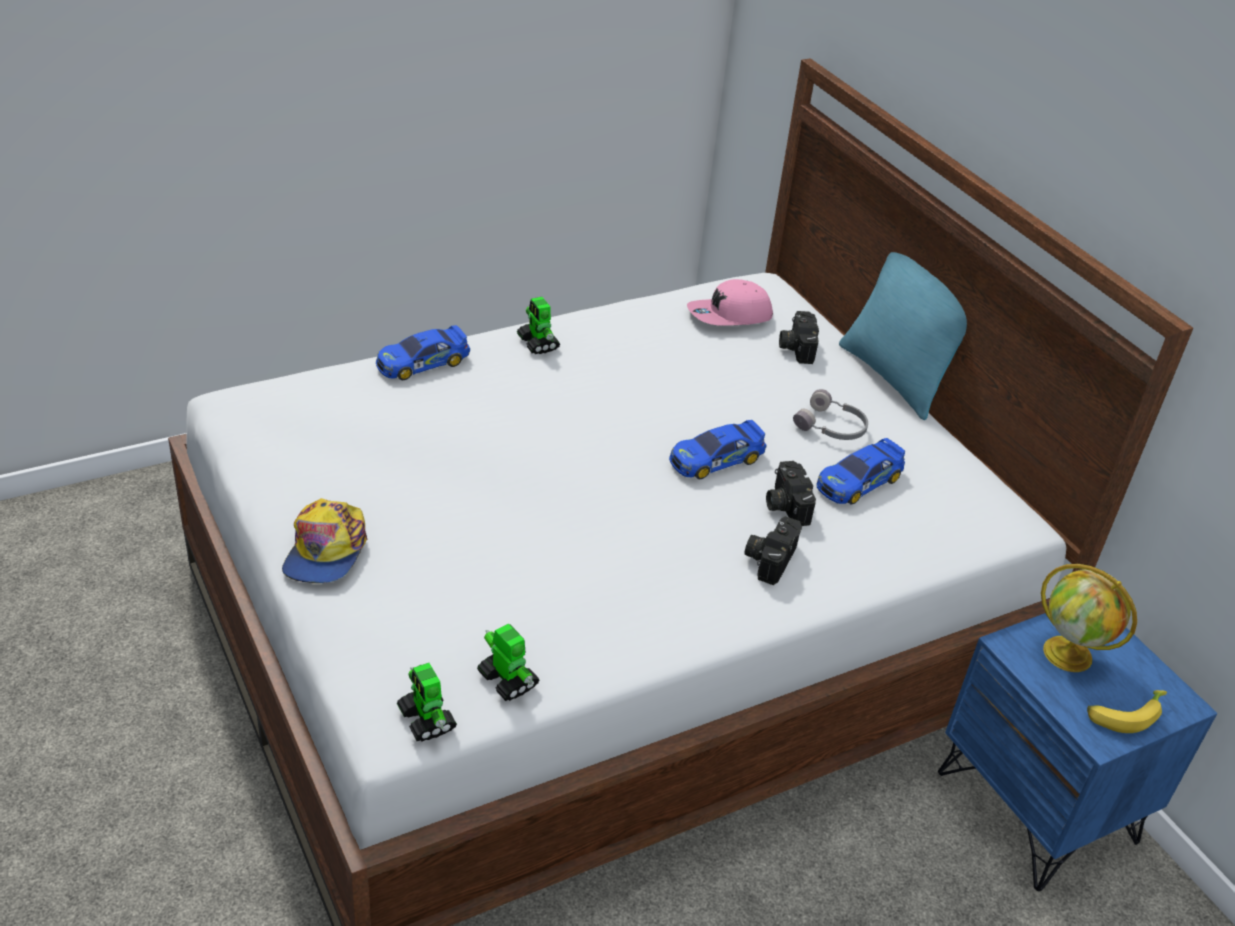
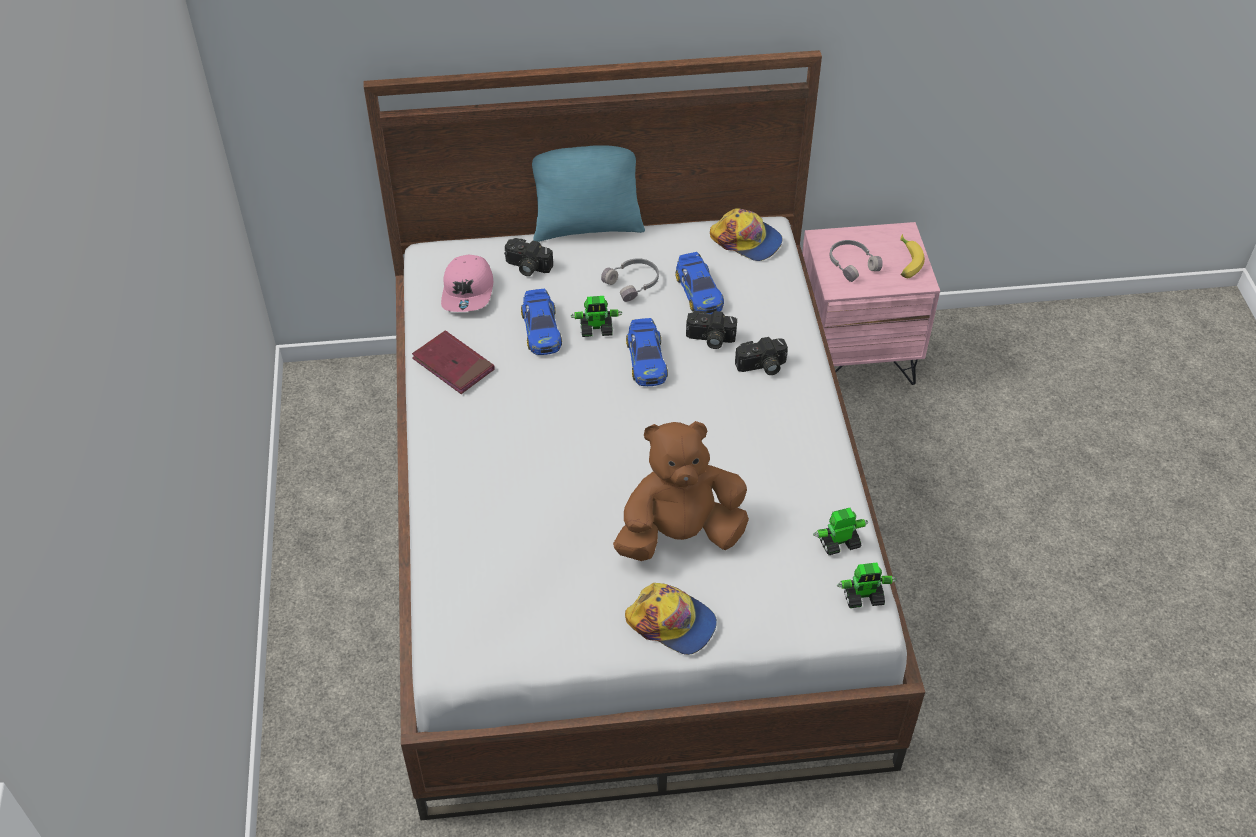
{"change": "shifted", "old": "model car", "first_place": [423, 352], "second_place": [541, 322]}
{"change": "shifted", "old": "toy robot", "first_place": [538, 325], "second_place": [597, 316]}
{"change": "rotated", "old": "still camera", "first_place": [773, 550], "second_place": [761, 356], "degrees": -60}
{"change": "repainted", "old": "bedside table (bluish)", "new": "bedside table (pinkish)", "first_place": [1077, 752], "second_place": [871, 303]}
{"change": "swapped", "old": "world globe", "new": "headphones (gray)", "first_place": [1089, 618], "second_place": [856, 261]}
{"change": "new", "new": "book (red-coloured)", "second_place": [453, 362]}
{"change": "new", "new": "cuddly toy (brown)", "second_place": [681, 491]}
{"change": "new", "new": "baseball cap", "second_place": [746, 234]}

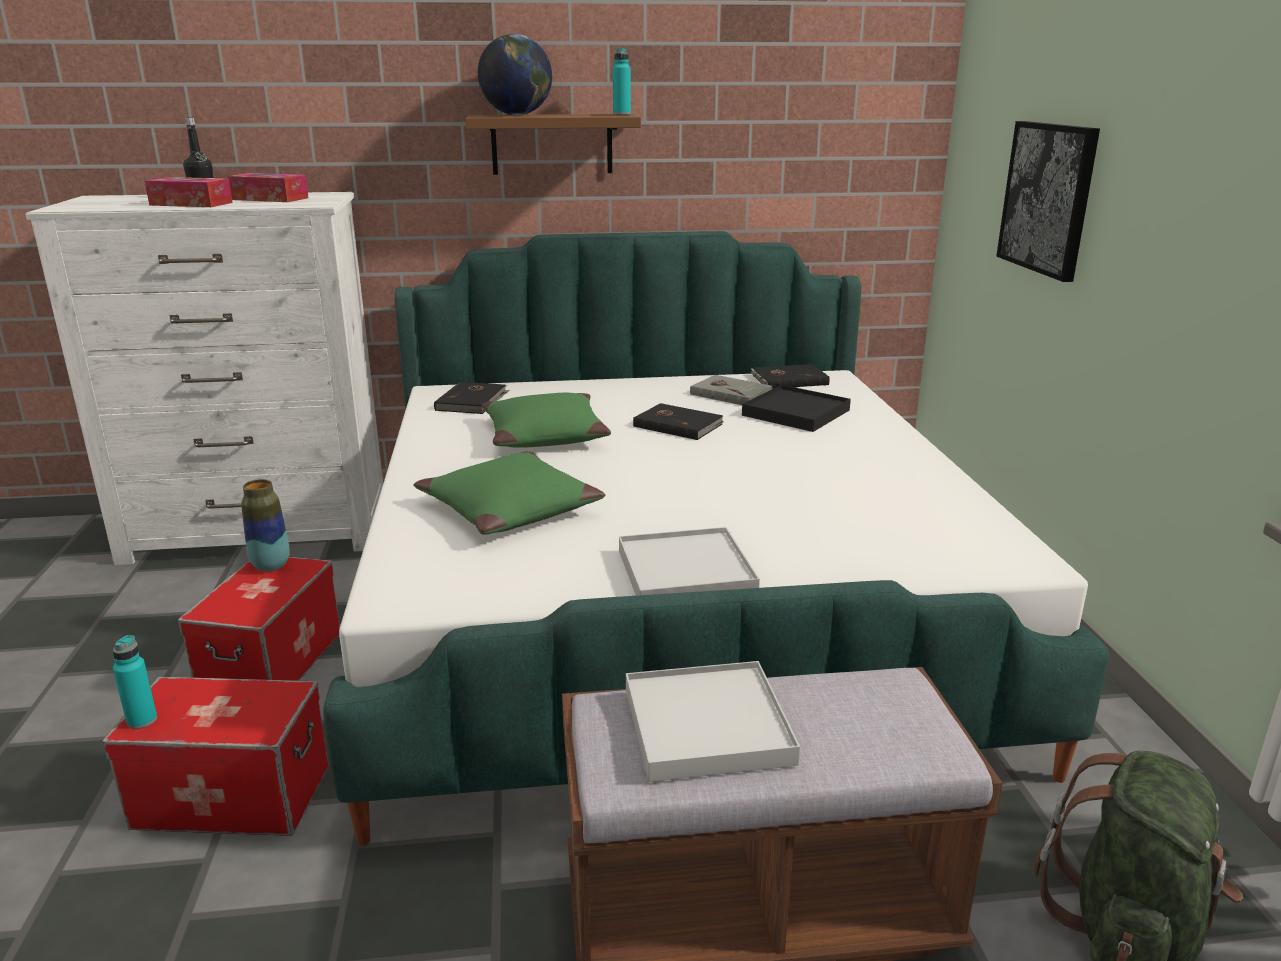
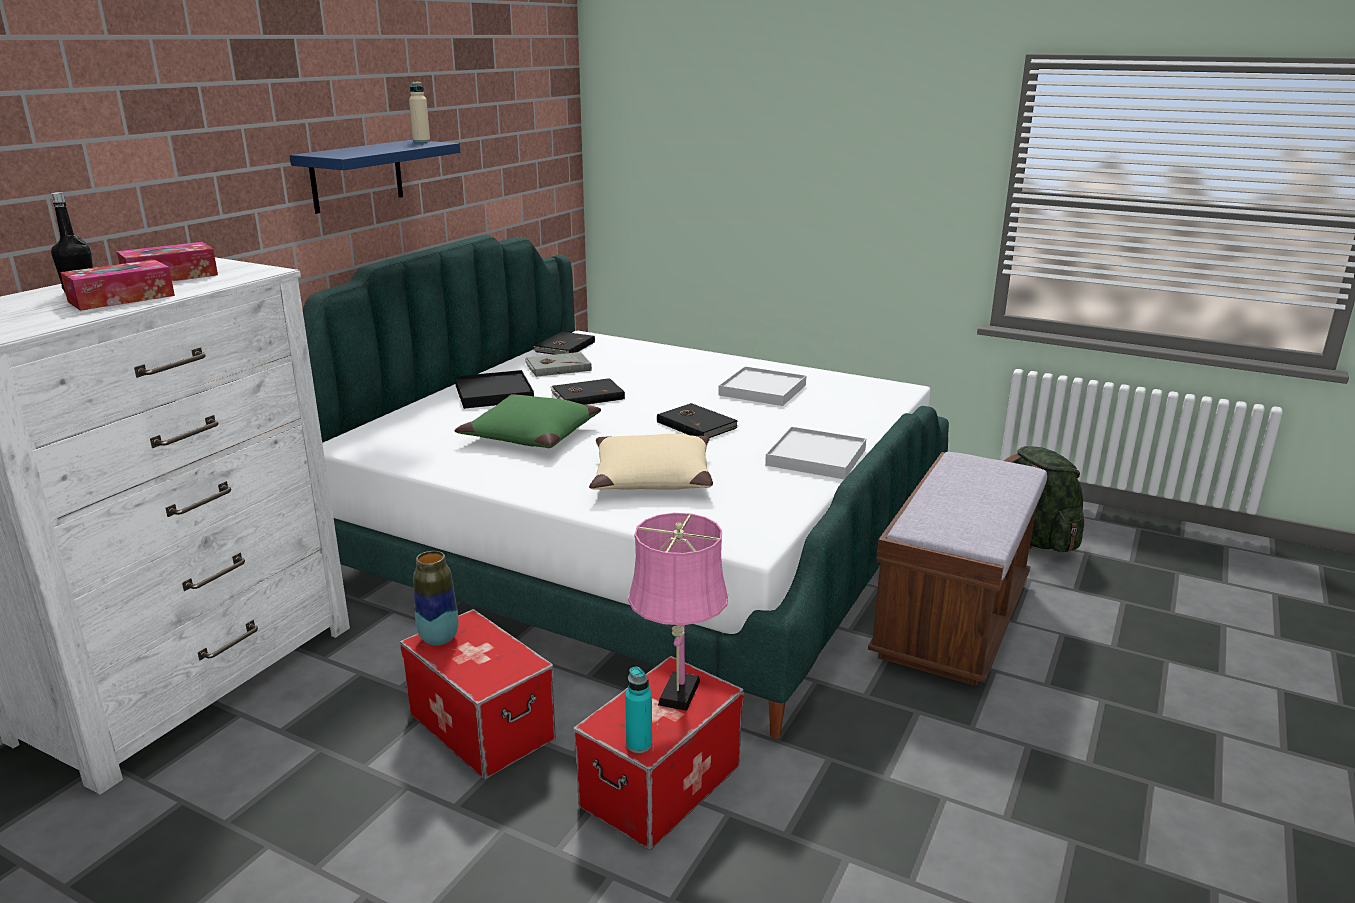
{"change": "repainted", "old": "pillow (green-coloured)", "new": "pillow (beige-coloured)", "first_place": [509, 493], "second_place": [651, 462]}
{"change": "shifted", "old": "book (black-coloured)", "first_place": [472, 398], "second_place": [697, 420]}
{"change": "repainted", "old": "bracket shelf (brown)", "new": "bracket shelf (bluish)", "first_place": [553, 144], "second_place": [375, 177]}
{"change": "gone", "old": "world globe", "first_place": [515, 75]}
{"change": "repainted", "old": "drink bottle (blue-green)", "new": "drink bottle (beige-coloured)", "first_place": [622, 81], "second_place": [419, 112]}
{"change": "shifted", "old": "carrying tray (white)", "first_place": [713, 721], "second_place": [762, 386]}
{"change": "shifted", "old": "carrying tray (black-coloured)", "first_place": [796, 408], "second_place": [494, 389]}
{"change": "gone", "old": "wall picture", "first_place": [1048, 201]}
{"change": "new", "new": "tabletop lamp (pinkish)", "second_place": [678, 612]}

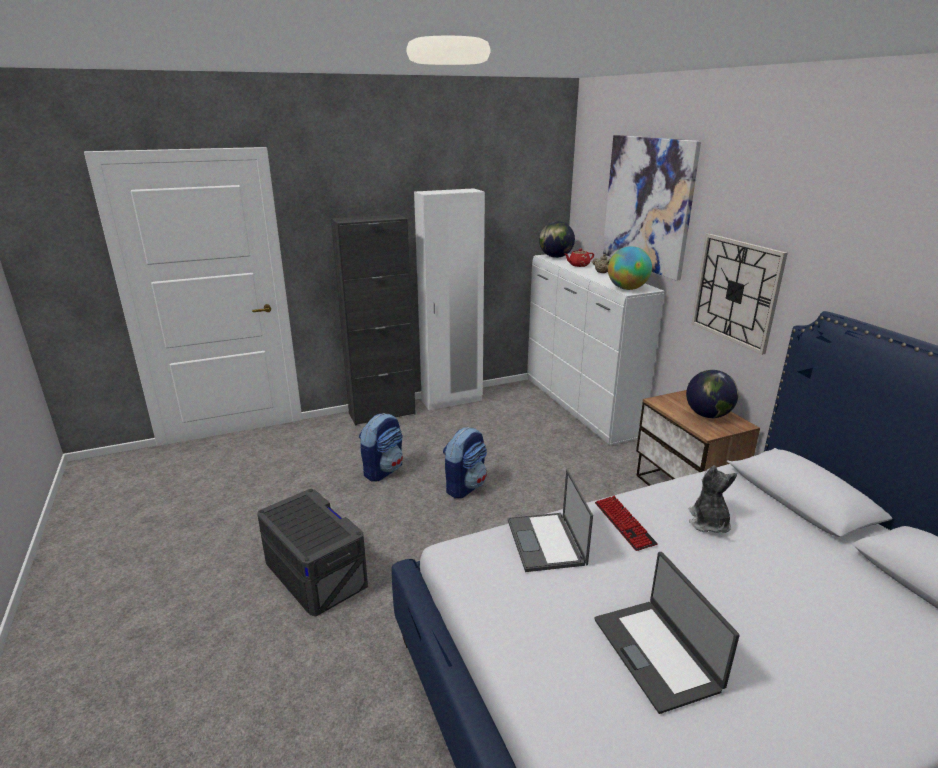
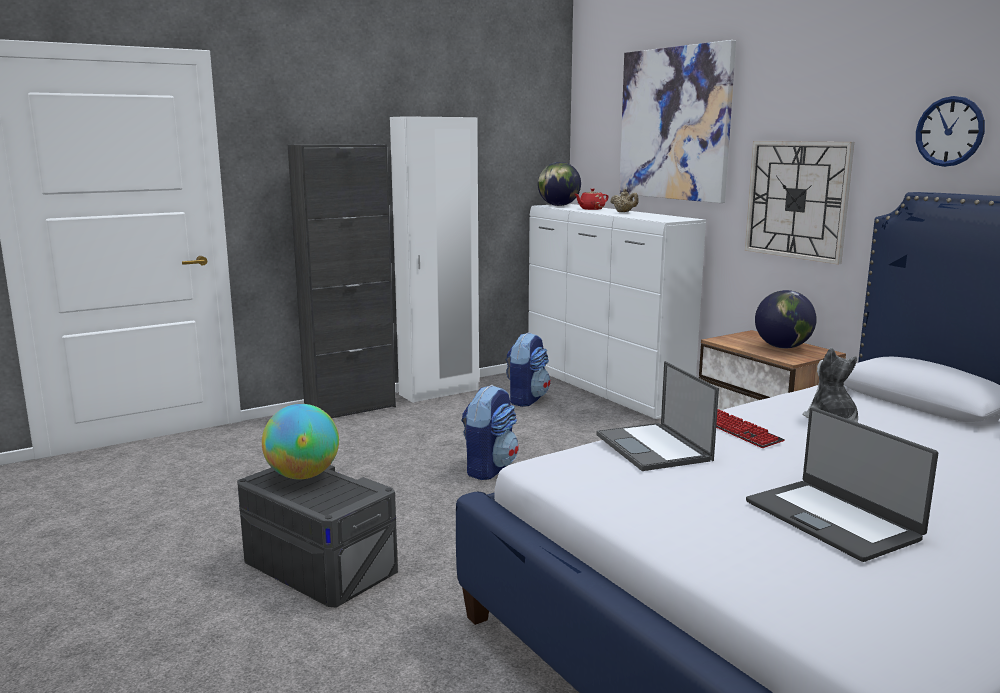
{"change": "shifted", "old": "backpack", "first_place": [381, 447], "second_place": [528, 369]}
{"change": "shifted", "old": "world globe", "first_place": [630, 268], "second_place": [300, 441]}
{"change": "new", "new": "hanging clock", "second_place": [950, 131]}

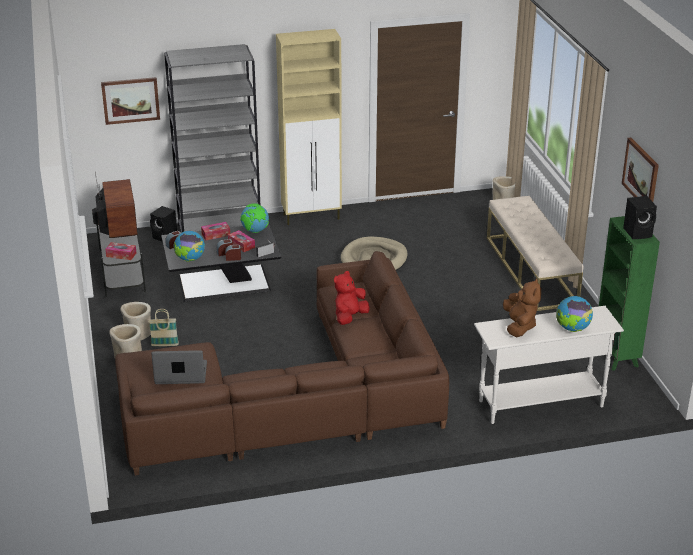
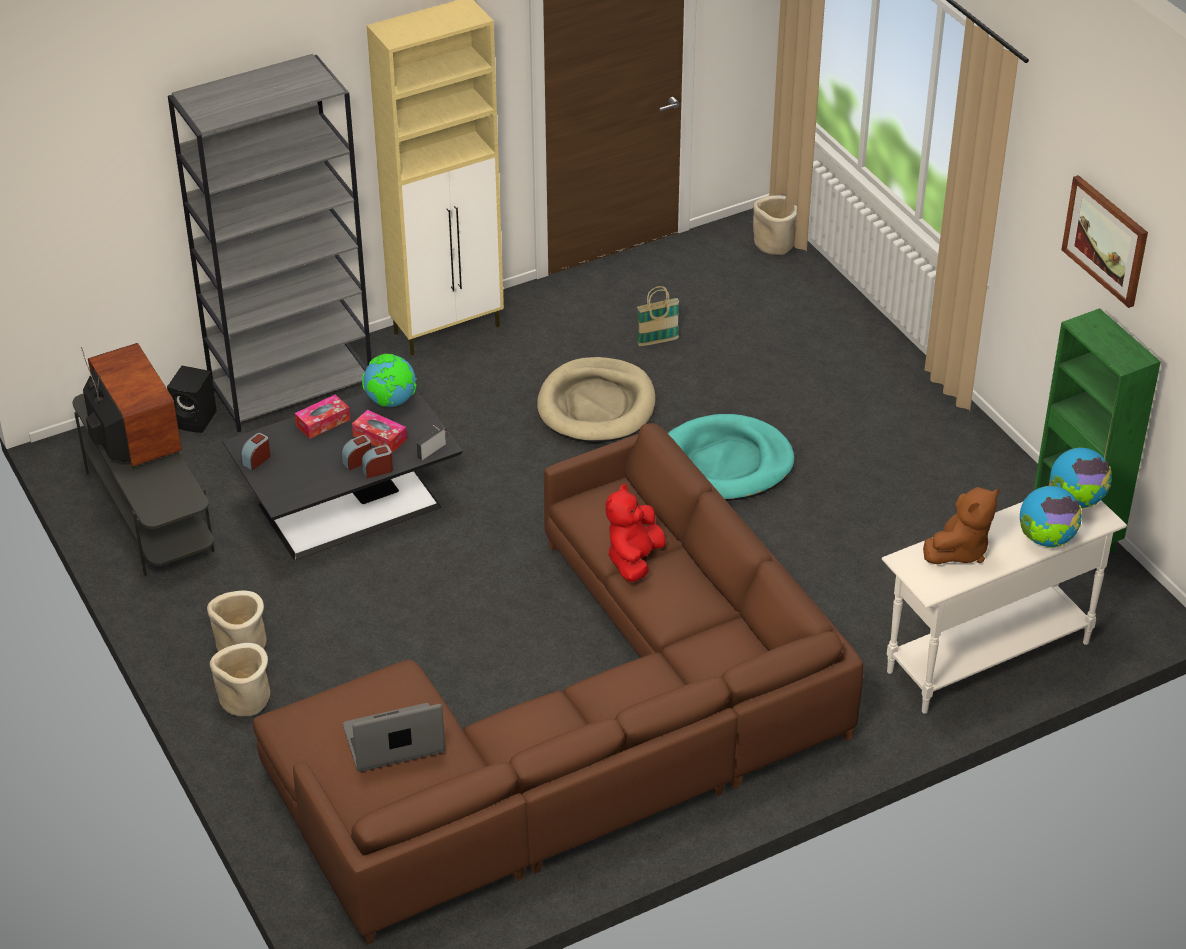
{"change": "gone", "old": "wall picture", "first_place": [130, 101]}
{"change": "gone", "old": "box of tissues", "first_place": [120, 251]}
{"change": "shifted", "old": "basket", "first_place": [164, 327], "second_place": [658, 316]}
{"change": "shifted", "old": "world globe", "first_place": [189, 246], "second_place": [1080, 478]}
{"change": "gone", "old": "indoor bench (beige-coloured)", "first_place": [535, 253]}
{"change": "rotated", "old": "cuddly toy (brown)", "first_place": [522, 307], "second_place": [961, 526], "degrees": 60}
{"change": "gone", "old": "audio speaker (black-coloured)", "first_place": [640, 217]}
{"change": "new", "new": "dog bed (blue-green)", "second_place": [731, 457]}

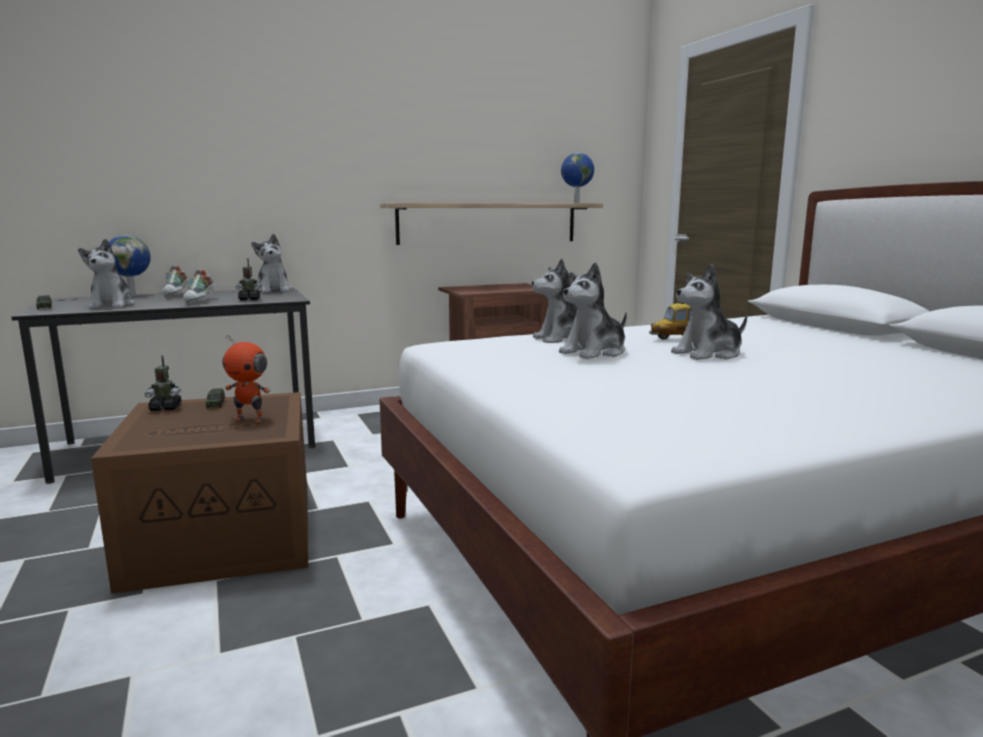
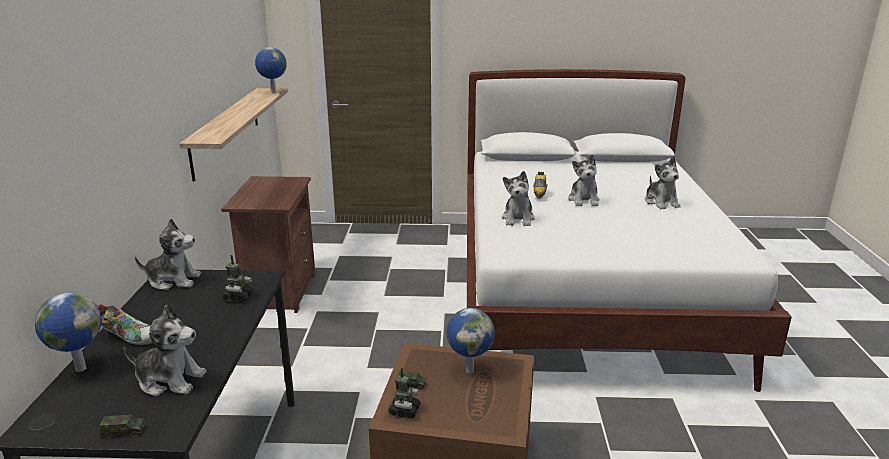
{"change": "gone", "old": "item of footwear", "first_place": [200, 287]}
{"change": "swapped", "old": "toy robot", "new": "world globe", "first_place": [246, 378], "second_place": [470, 341]}
{"change": "shifted", "old": "cuddly toy", "first_place": [593, 310], "second_place": [662, 183]}

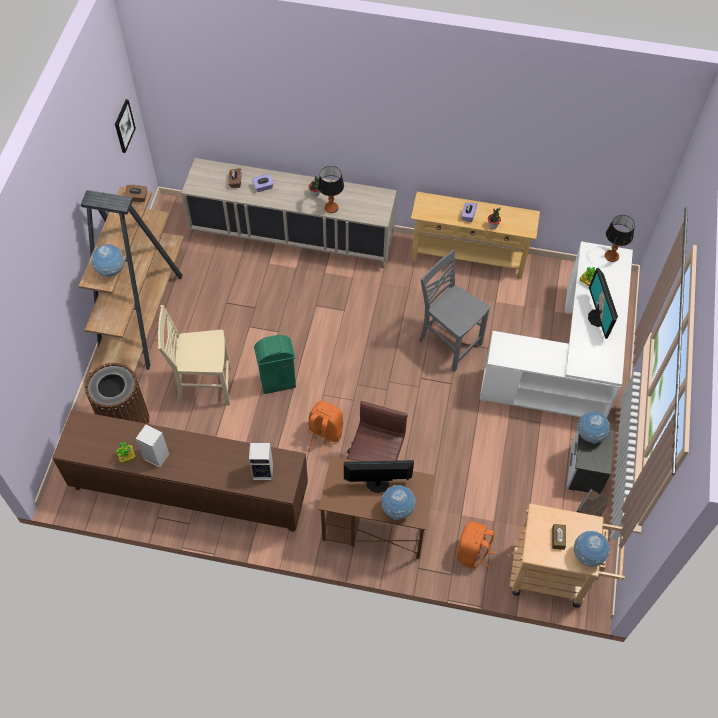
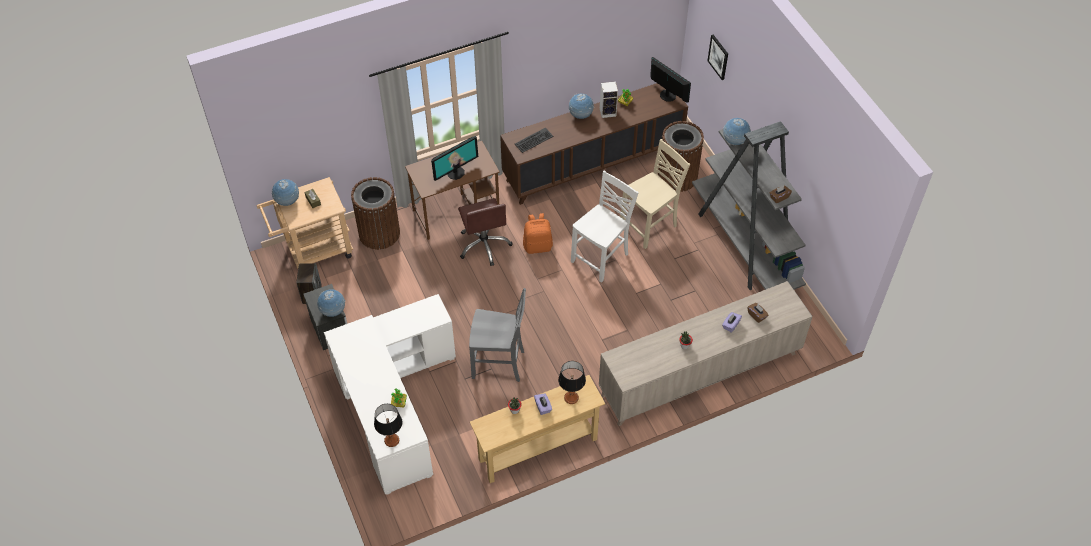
{"change": "repainted", "old": "bookshelf (brown)", "new": "bookshelf (gray)", "first_place": [131, 280], "second_place": [749, 205]}
{"change": "shifted", "old": "wall picture", "first_place": [125, 126], "second_place": [717, 57]}
{"change": "swapped", "old": "audio speaker", "new": "keyboard", "first_place": [261, 461], "second_place": [534, 140]}
{"change": "swapped", "old": "waste bin (green-coloured)", "new": "upright chair (white)", "first_place": [275, 364], "second_place": [605, 227]}
{"change": "shifted", "old": "tabletop lamp", "first_place": [331, 189], "second_place": [572, 382]}
{"change": "shifted", "old": "world globe", "first_place": [398, 502], "second_place": [581, 106]}
{"change": "swapped", "old": "backpack (orange-coloured)", "new": "waste bin (brown)", "first_place": [476, 544], "second_place": [375, 213]}
{"change": "shifted", "old": "monitor", "first_place": [603, 303], "second_place": [670, 80]}

